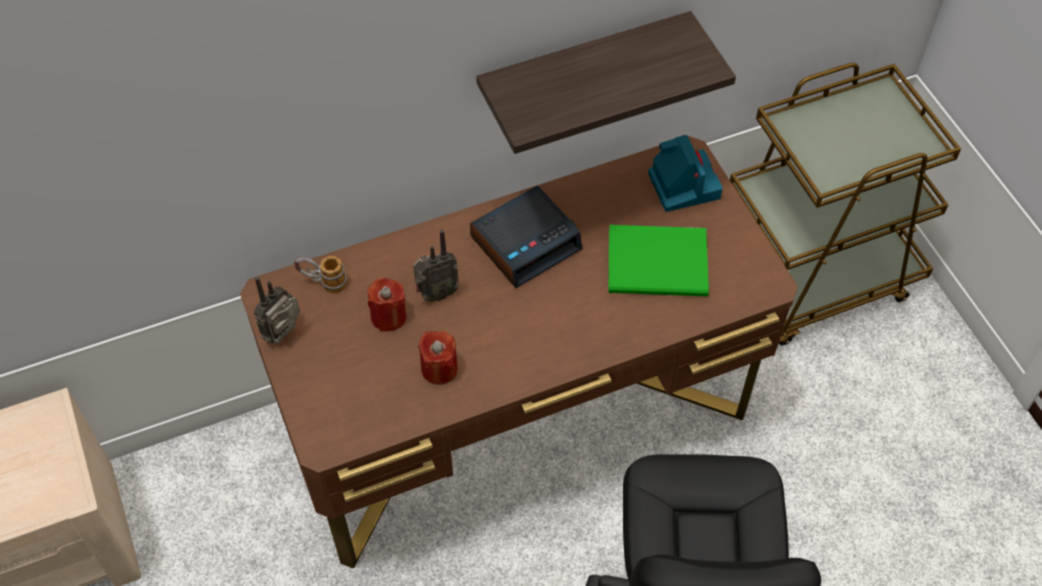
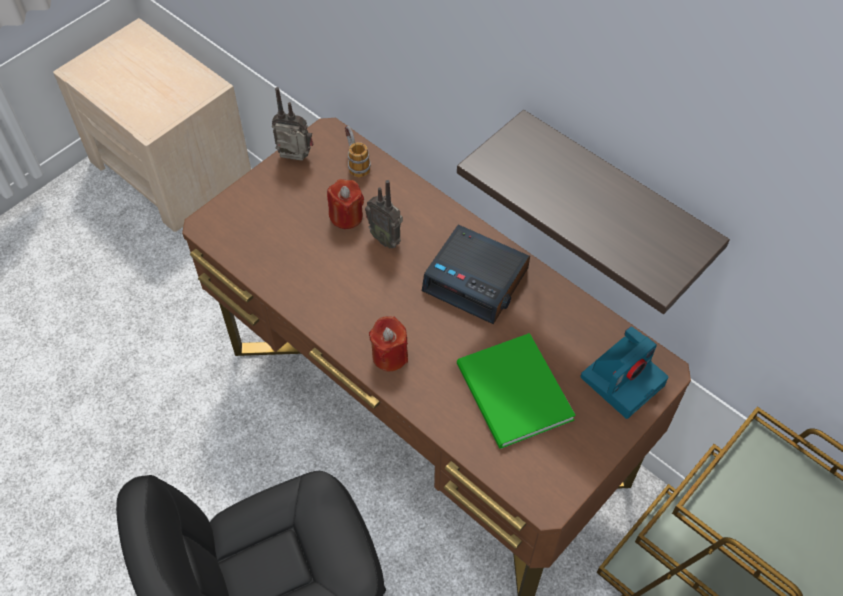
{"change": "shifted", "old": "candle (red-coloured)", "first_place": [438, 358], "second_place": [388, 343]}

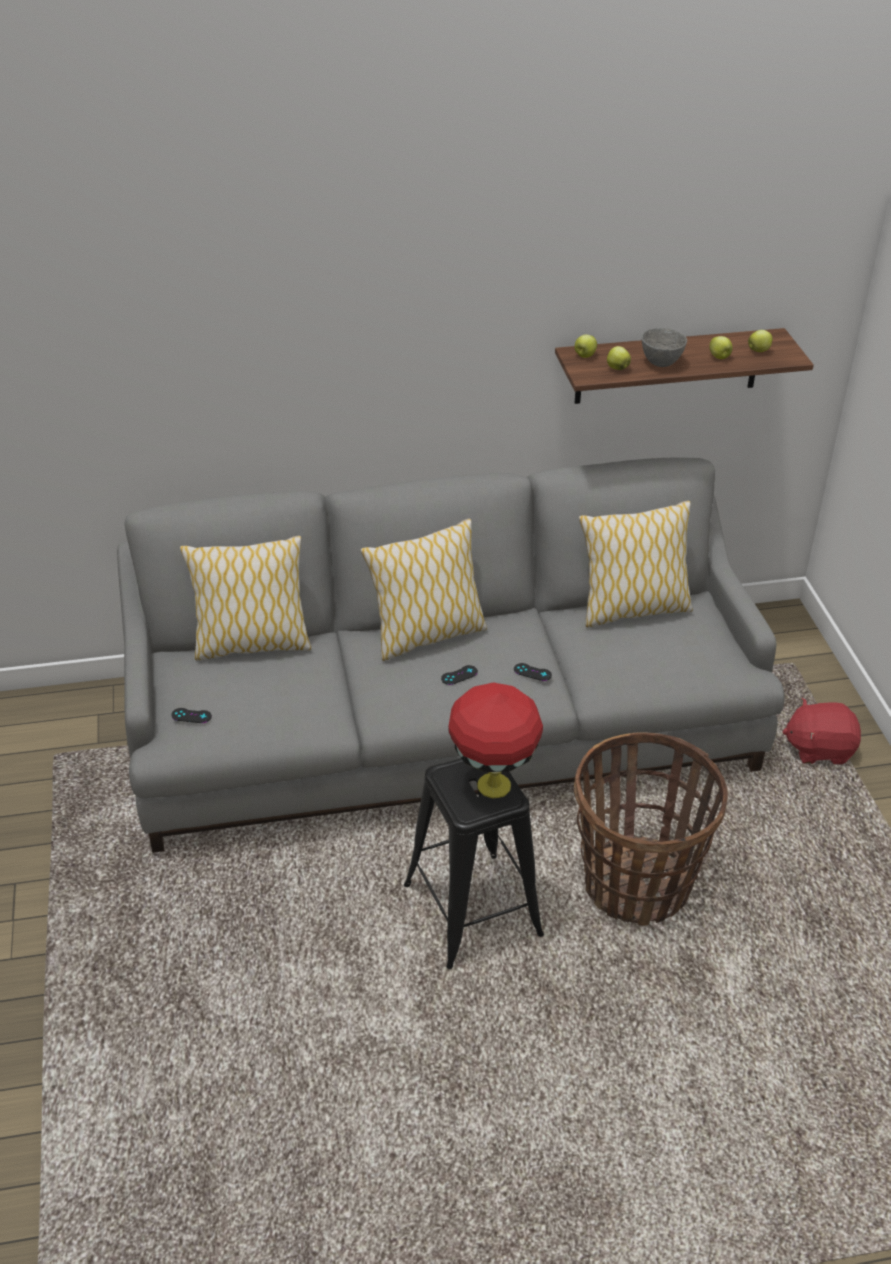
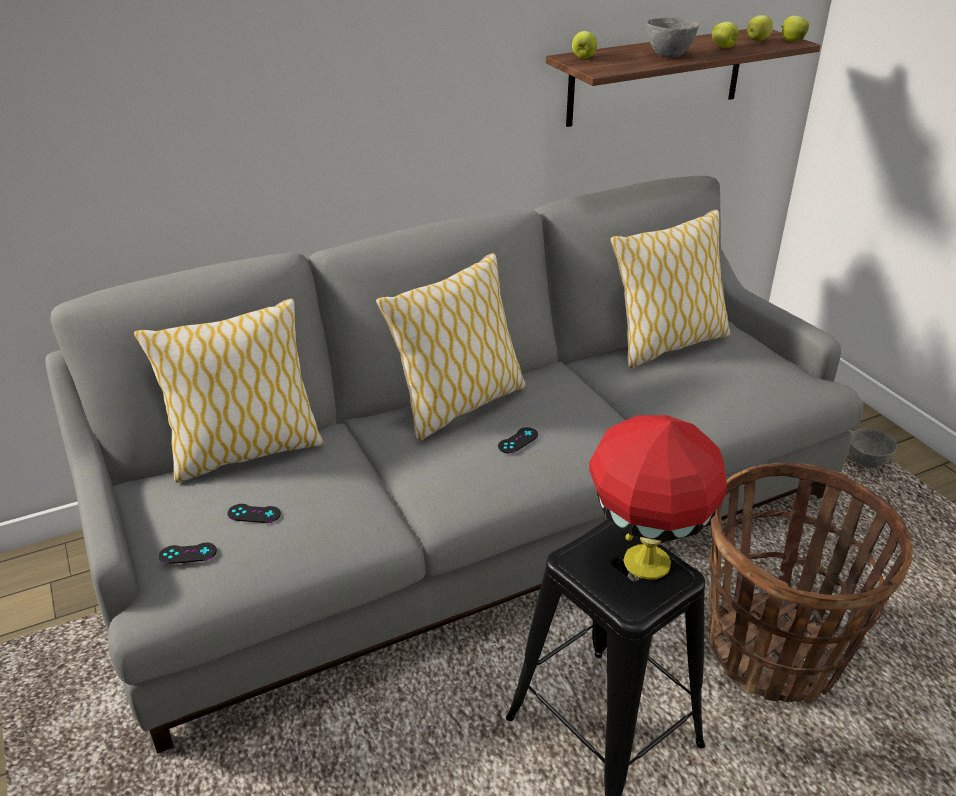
{"change": "shifted", "old": "joypad (black-coloured)", "first_place": [533, 672], "second_place": [254, 513]}
{"change": "shifted", "old": "apple", "first_place": [619, 358], "second_place": [795, 29]}
{"change": "swapped", "old": "cuddly toy (red-coloured)", "new": "serving bowl (gray)", "first_place": [821, 731], "second_place": [873, 448]}

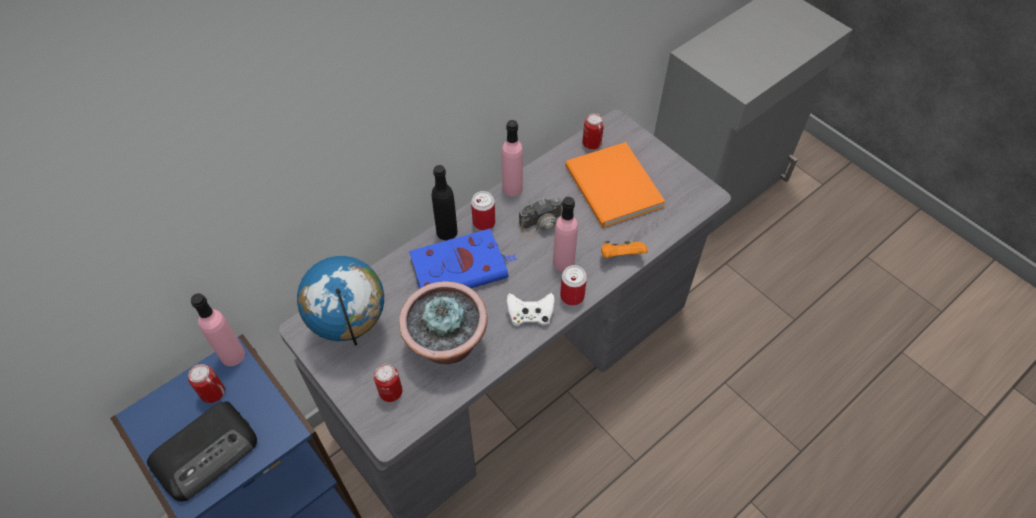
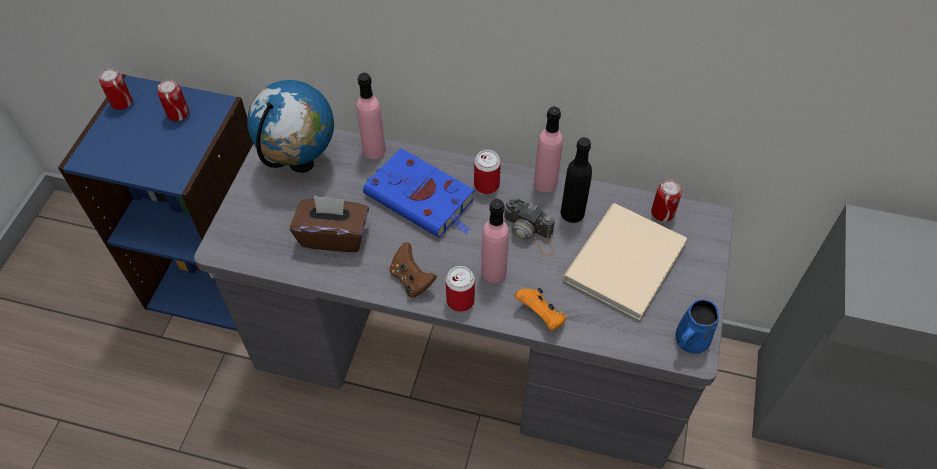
{"change": "gone", "old": "radio set", "first_place": [202, 452]}
{"change": "shifted", "old": "drink bottle (pinkish)", "first_place": [218, 329], "second_place": [371, 116]}
{"change": "shifted", "old": "sealed can", "first_place": [388, 383], "second_place": [116, 89]}
{"change": "swapped", "old": "potted plant", "new": "box of tissues (brown)", "first_place": [443, 322], "second_place": [329, 223]}
{"change": "shifted", "old": "drink bottle (black-coloured)", "first_place": [444, 202], "second_place": [576, 180]}
{"change": "repainted", "old": "joypad (white)", "new": "joypad (brown)", "first_place": [530, 309], "second_place": [413, 270]}
{"change": "repainted", "old": "book (orange-coloured)", "new": "book (beige-coloured)", "first_place": [615, 185], "second_place": [625, 262]}
{"change": "new", "new": "mug (bluish)", "second_place": [697, 326]}

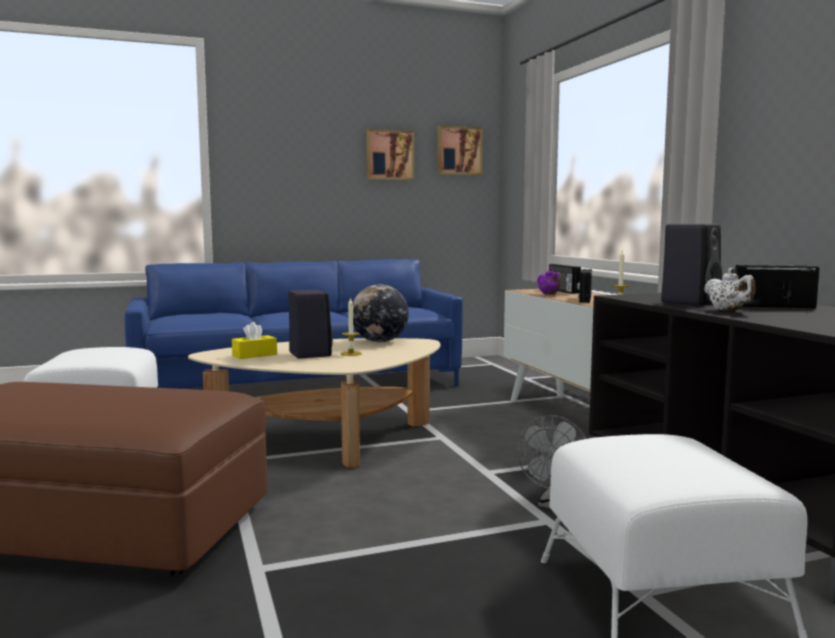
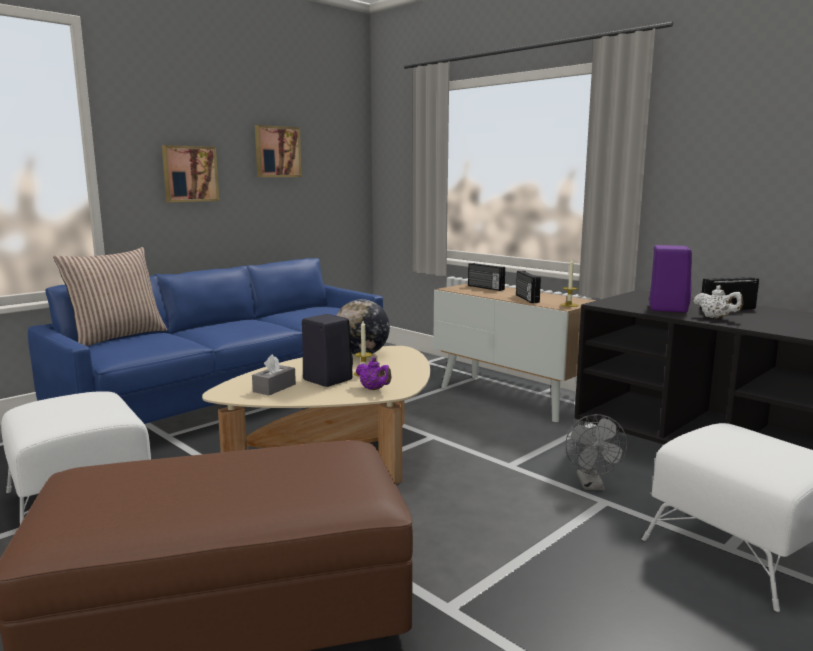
{"change": "repainted", "old": "box of tissues (yellow-coloured)", "new": "box of tissues (gray)", "first_place": [254, 340], "second_place": [274, 374]}
{"change": "shifted", "old": "wall picture", "first_place": [460, 150], "second_place": [190, 173]}
{"change": "shifted", "old": "tea pot (purple-coloured)", "first_place": [549, 281], "second_place": [373, 373]}
{"change": "repainted", "old": "audio speaker (black-coloured)", "new": "audio speaker (purple-coloured)", "first_place": [691, 265], "second_place": [670, 279]}
{"change": "new", "new": "pillow", "second_place": [110, 296]}

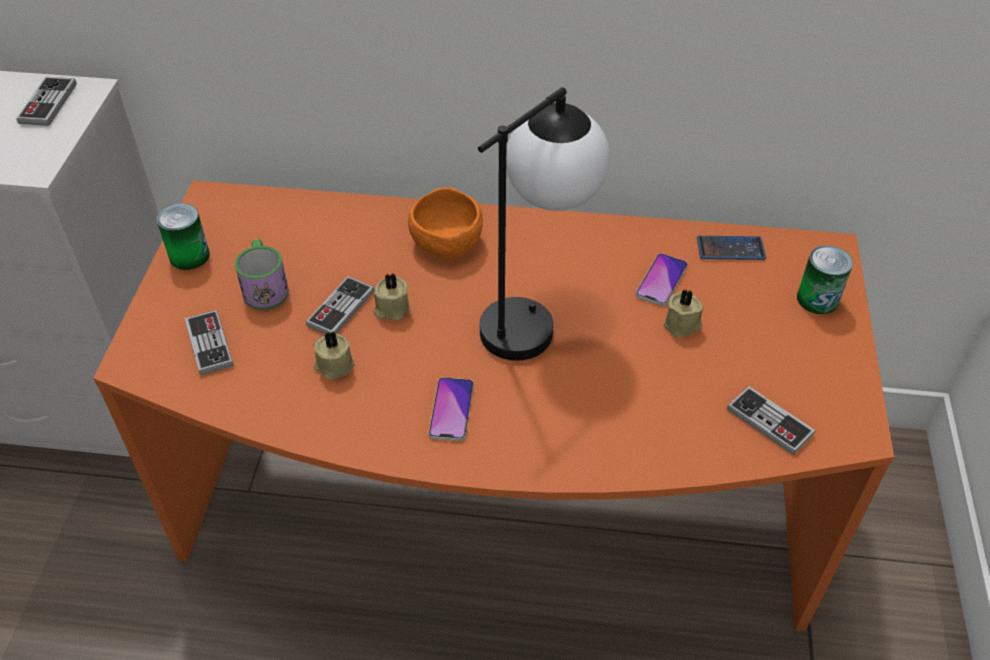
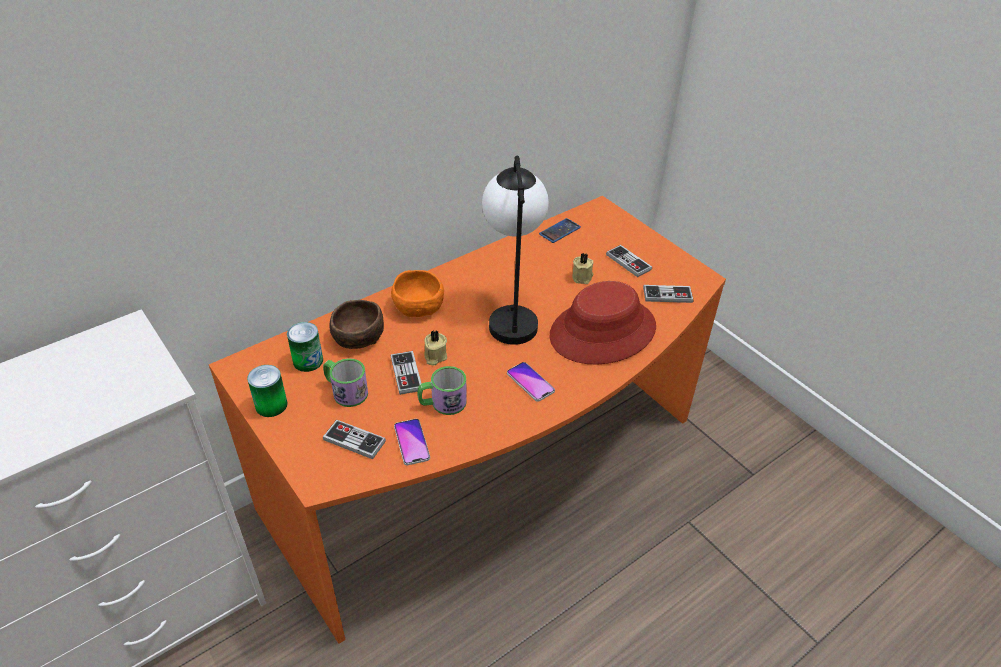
{"change": "shifted", "old": "joypad", "first_place": [47, 101], "second_place": [629, 261]}
{"change": "swapped", "old": "candle (beige-coloured)", "new": "mug", "first_place": [334, 355], "second_place": [442, 390]}
{"change": "shifted", "old": "telephone", "first_place": [661, 279], "second_place": [412, 442]}
{"change": "shifted", "old": "sealed can", "first_place": [825, 280], "second_place": [305, 347]}
{"change": "new", "new": "serving bowl (brown)", "second_place": [356, 324]}
{"change": "new", "new": "clothing hat (red-coloured)", "second_place": [602, 323]}

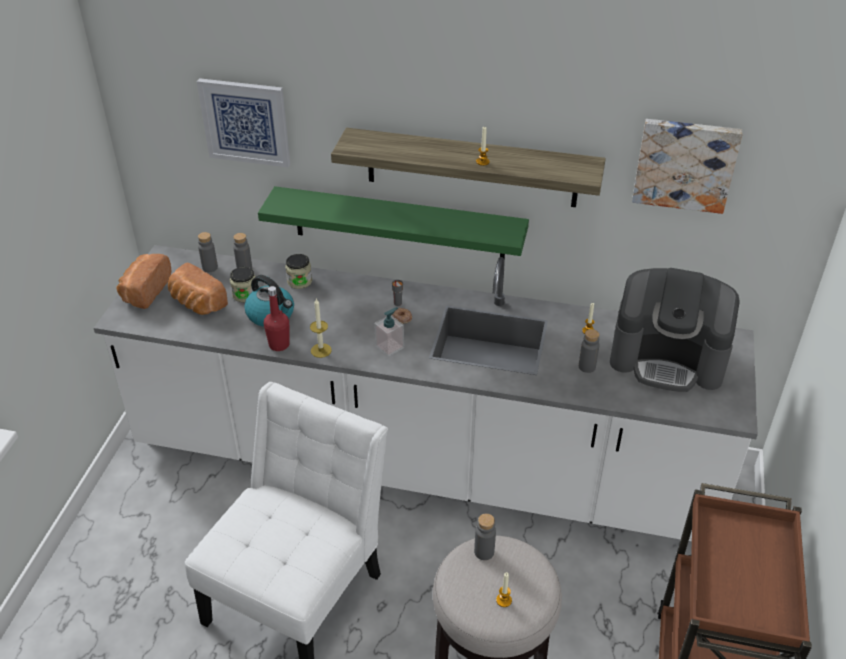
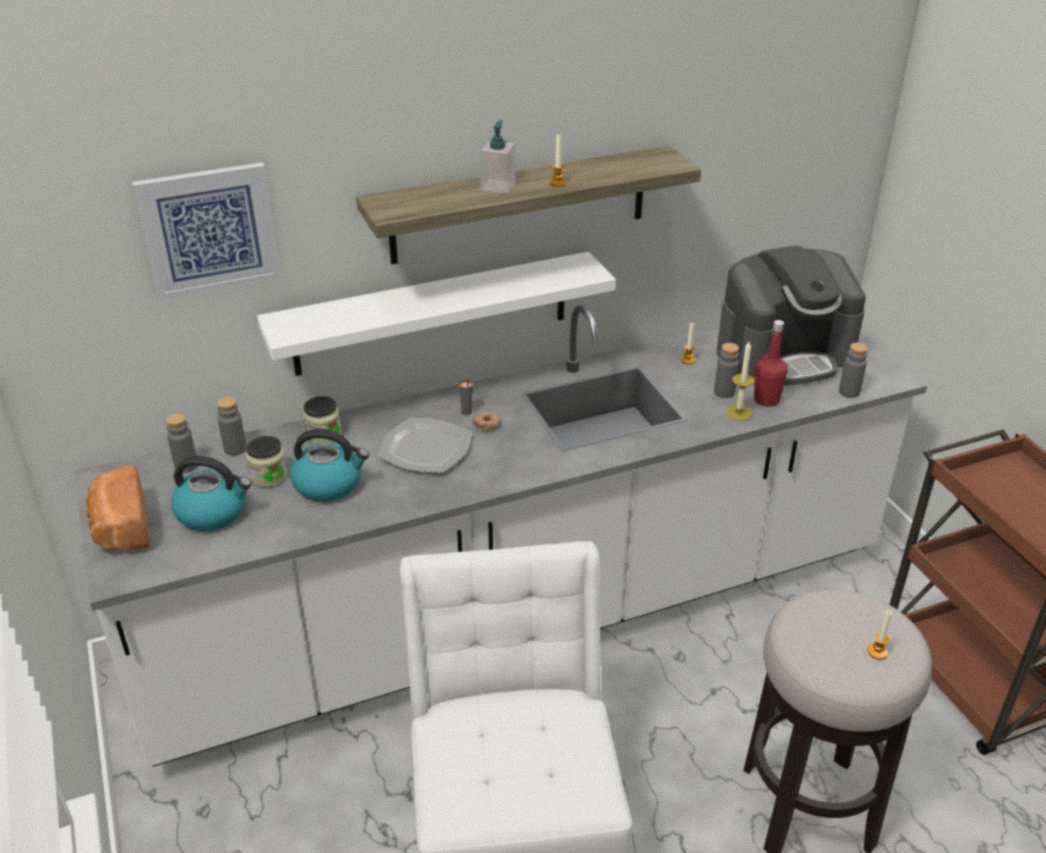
{"change": "swapped", "old": "bread", "new": "kettle", "first_place": [198, 289], "second_place": [211, 493]}
{"change": "repainted", "old": "bracket shelf (green-coloured)", "new": "bracket shelf (white)", "first_place": [393, 223], "second_place": [436, 314]}
{"change": "shifted", "old": "drink bottle (red-coloured)", "first_place": [277, 318], "second_place": [771, 363]}
{"change": "shifted", "old": "candle", "first_place": [321, 328], "second_place": [740, 381]}
{"change": "shifted", "old": "soap dispenser", "first_place": [389, 332], "second_place": [498, 156]}
{"change": "shifted", "old": "drink bottle (gray)", "first_place": [485, 537], "second_place": [853, 370]}
{"change": "gone", "old": "wall picture", "first_place": [687, 166]}
{"change": "new", "new": "flat dish", "second_place": [424, 445]}

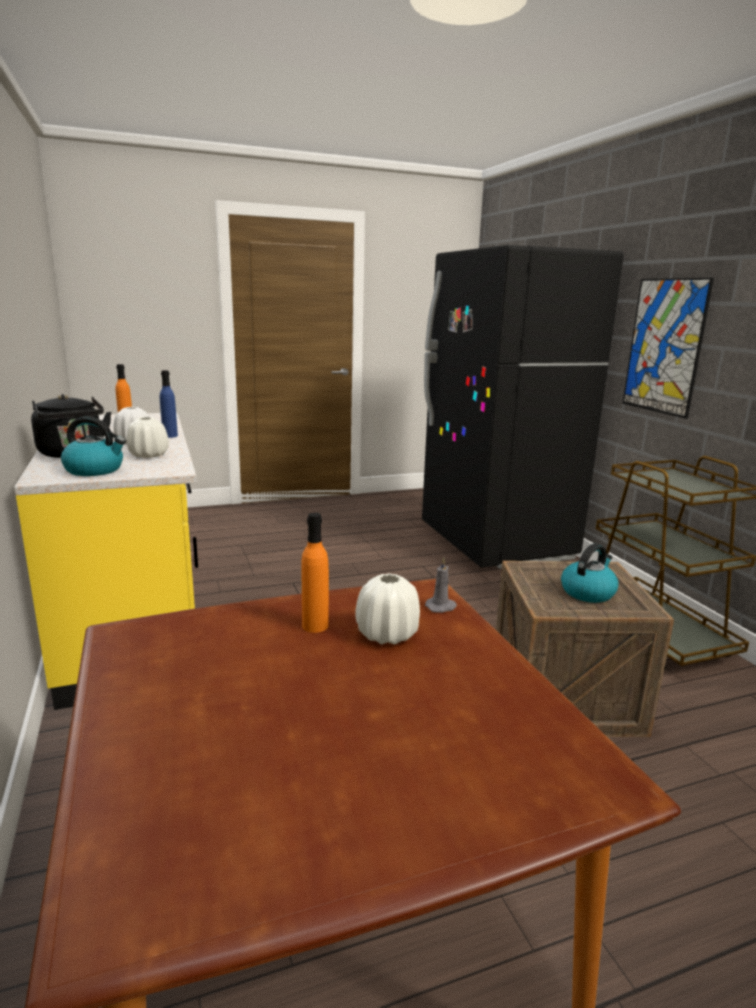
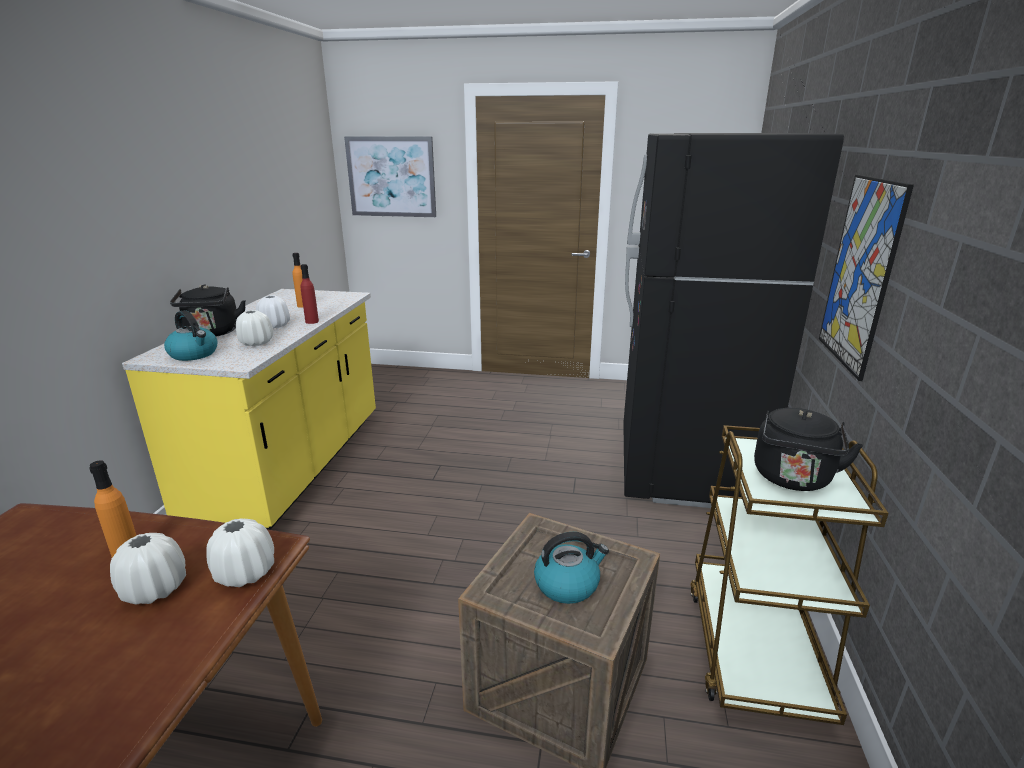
{"change": "repainted", "old": "drink bottle (bluish)", "new": "drink bottle (red-coloured)", "first_place": [169, 404], "second_place": [310, 294]}
{"change": "swapped", "old": "candle (gray)", "new": "decorative vase (white)", "first_place": [441, 585], "second_place": [240, 552]}
{"change": "new", "new": "wall picture", "second_place": [390, 176]}
{"change": "new", "new": "kettle (black-coloured)", "second_place": [808, 449]}

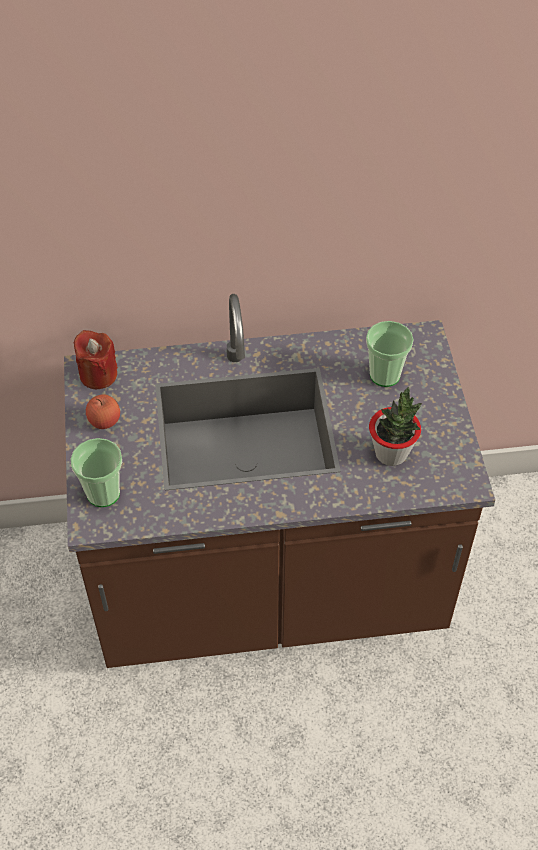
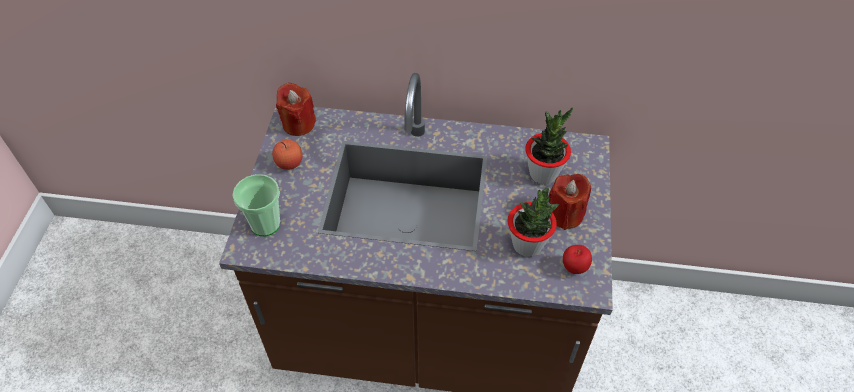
{"change": "swapped", "old": "small cup", "new": "potted plant", "first_place": [390, 354], "second_place": [549, 145]}
{"change": "new", "new": "candle (red-coloured)", "second_place": [570, 202]}
{"change": "new", "new": "apple", "second_place": [577, 259]}

